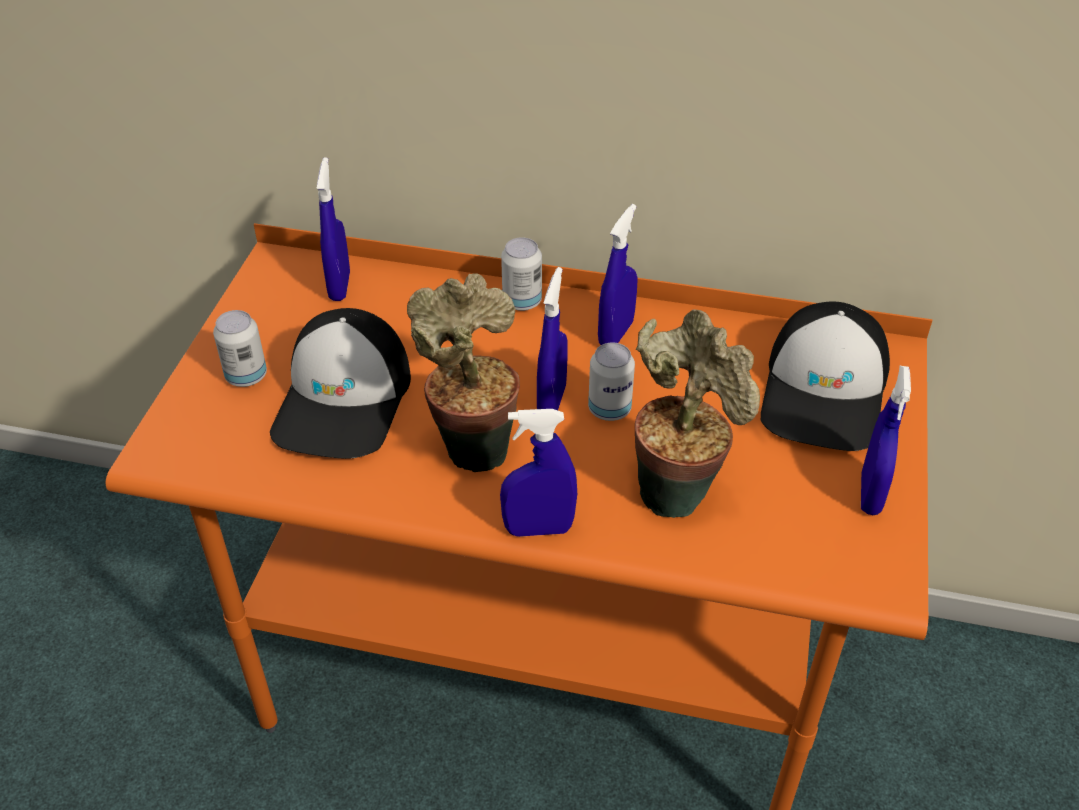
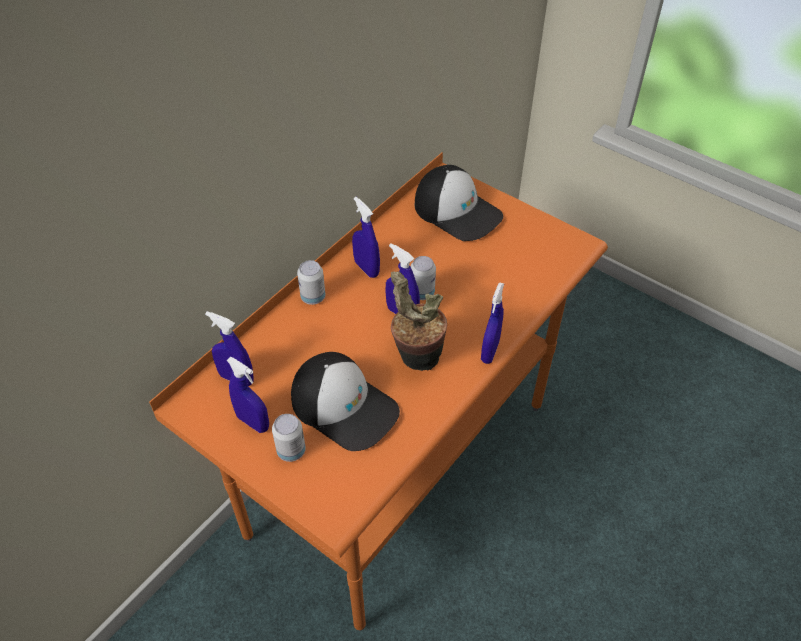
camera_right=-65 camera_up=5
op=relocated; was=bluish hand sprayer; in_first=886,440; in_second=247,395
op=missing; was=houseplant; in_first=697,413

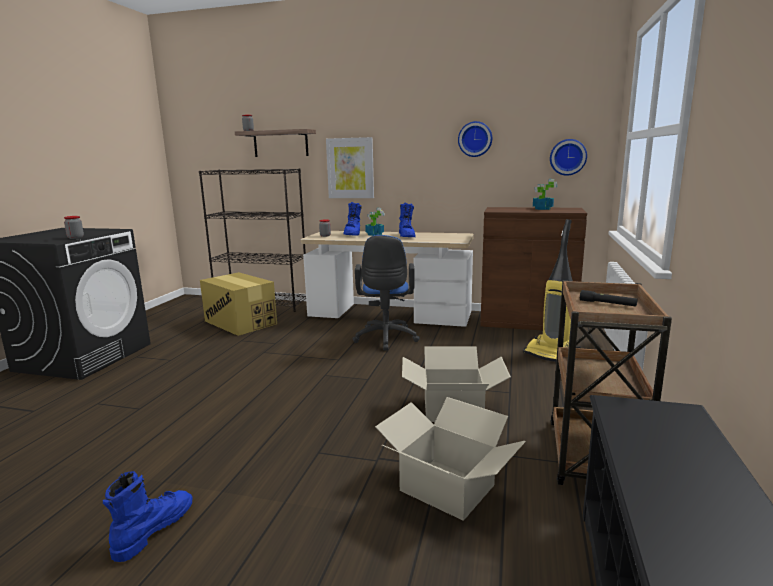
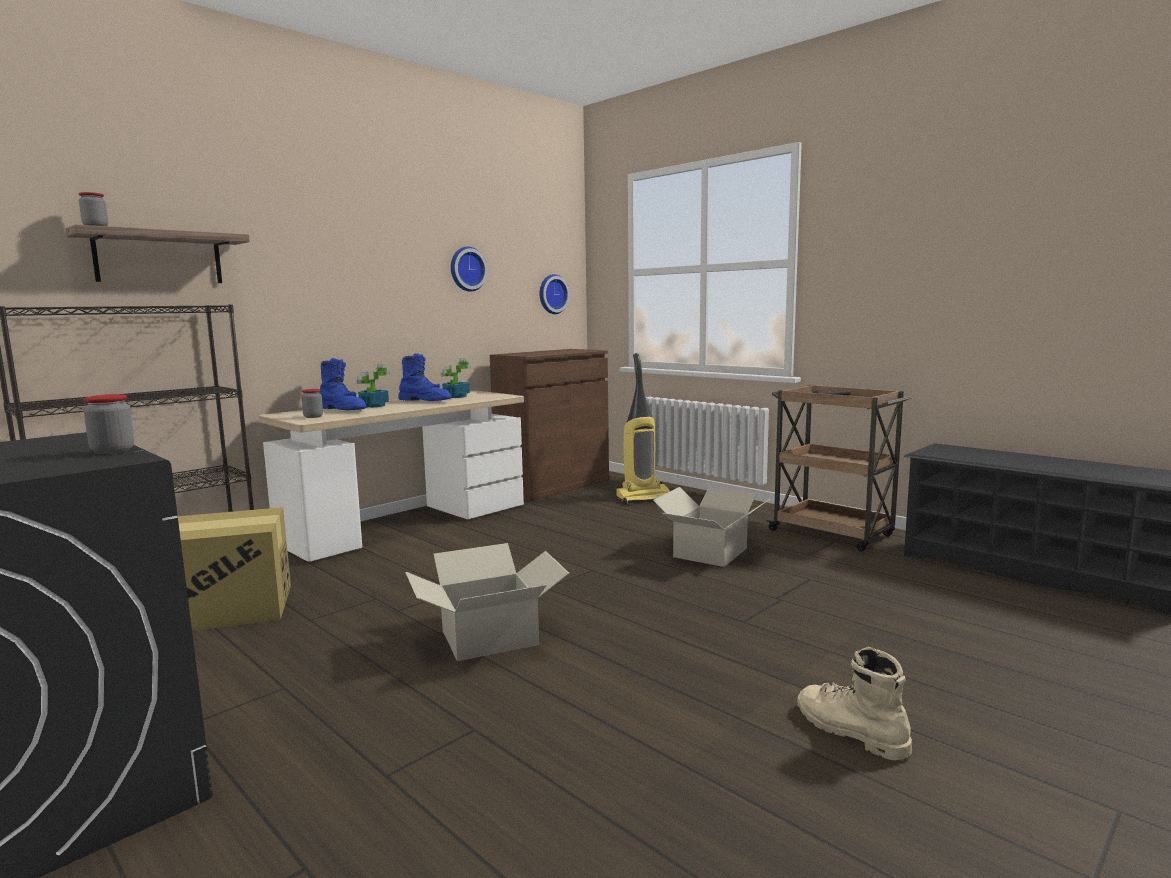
camera_right=-60 camera_up=-5
op=relocated; was=carton; in_first=450,459; in_second=487,602
op=relocated; was=houseplant; in_first=545,194; in_second=456,378
op=colour; was=bluish tall boot; now=beige tall boot; in_first=148,516; in_second=854,703
op=missing; was=wall picture; in_first=350,167
op=missing; was=bluish computer chair; in_first=386,293

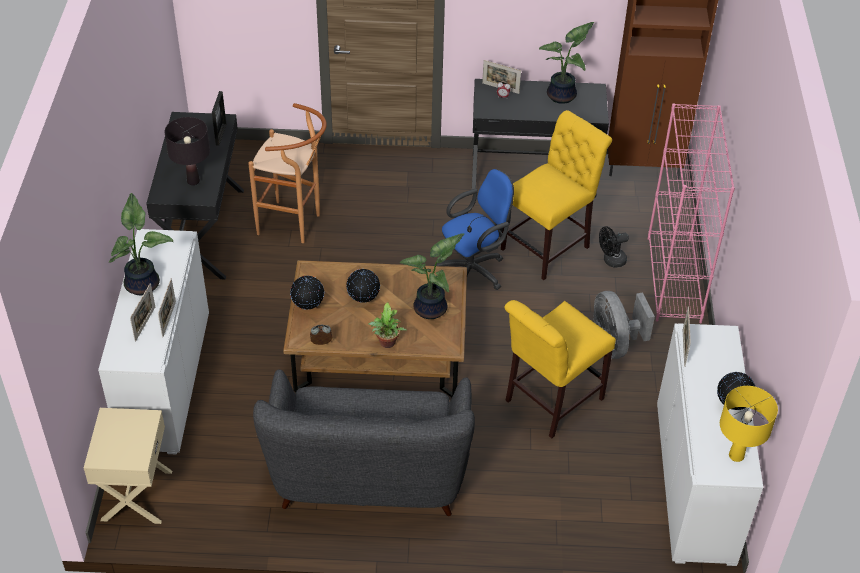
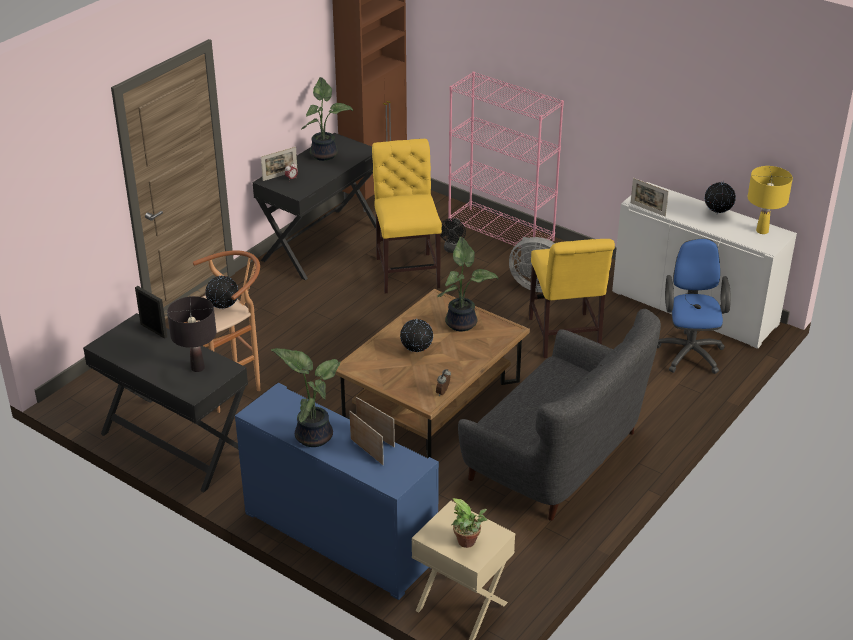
camera_right=-55 camera_up=-10
op=relocated; was=globe; in_first=307,293; in_second=221,292
op=colour; was=white storage cabinet; now=bluish storage cabinet; in_first=153,342; in_second=337,491
op=relocated; was=houseplant; in_first=387,325; in_second=470,523
op=relocated; was=bluish computer chair; in_first=473,229; in_second=694,306

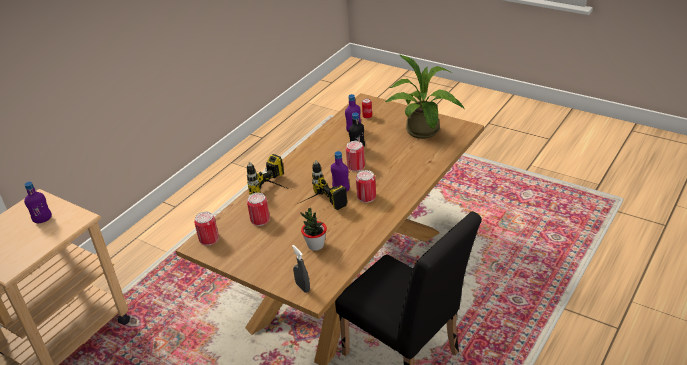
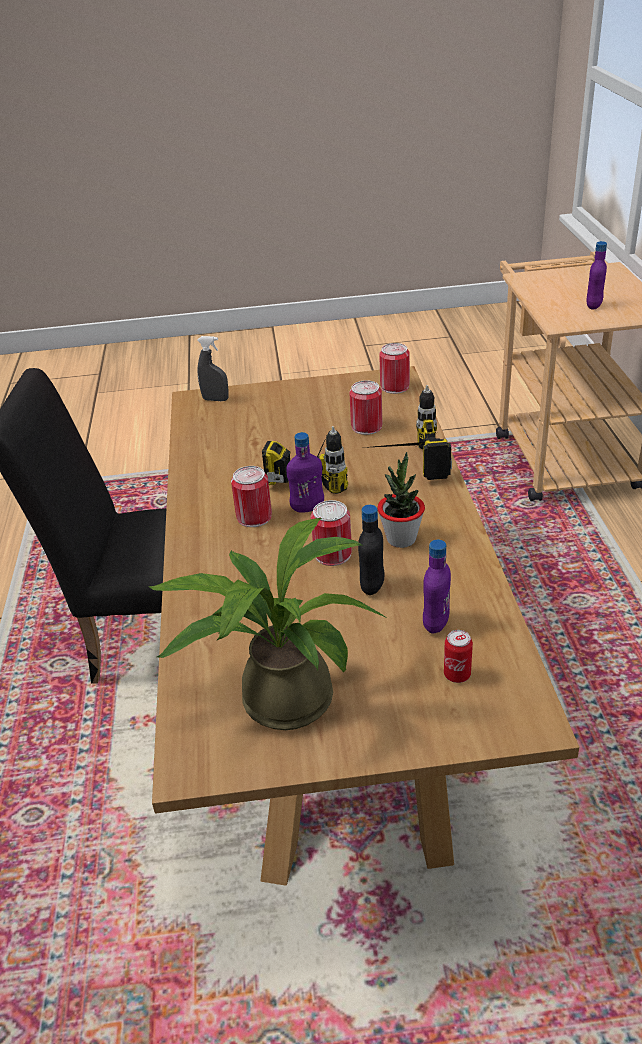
camera_right=140 camera_up=0
op=relocated; was=houseplant; in_first=313,229; in_second=401,500

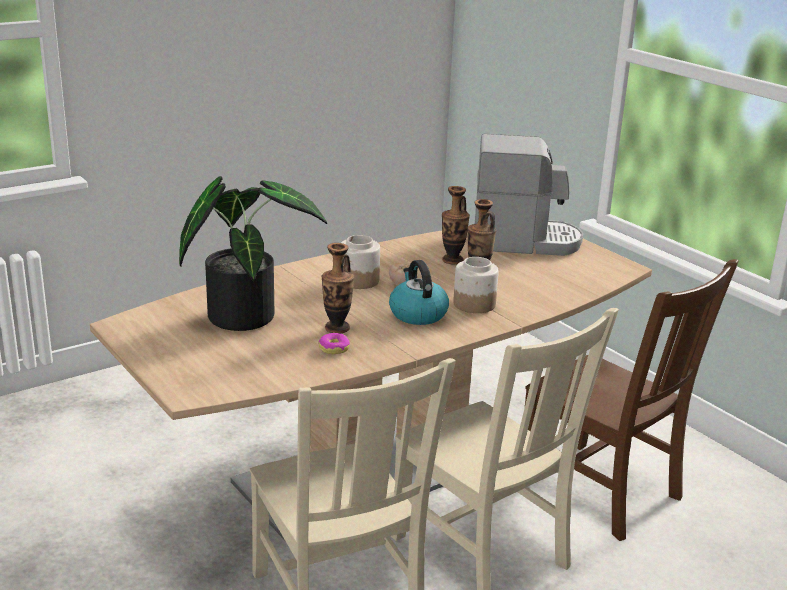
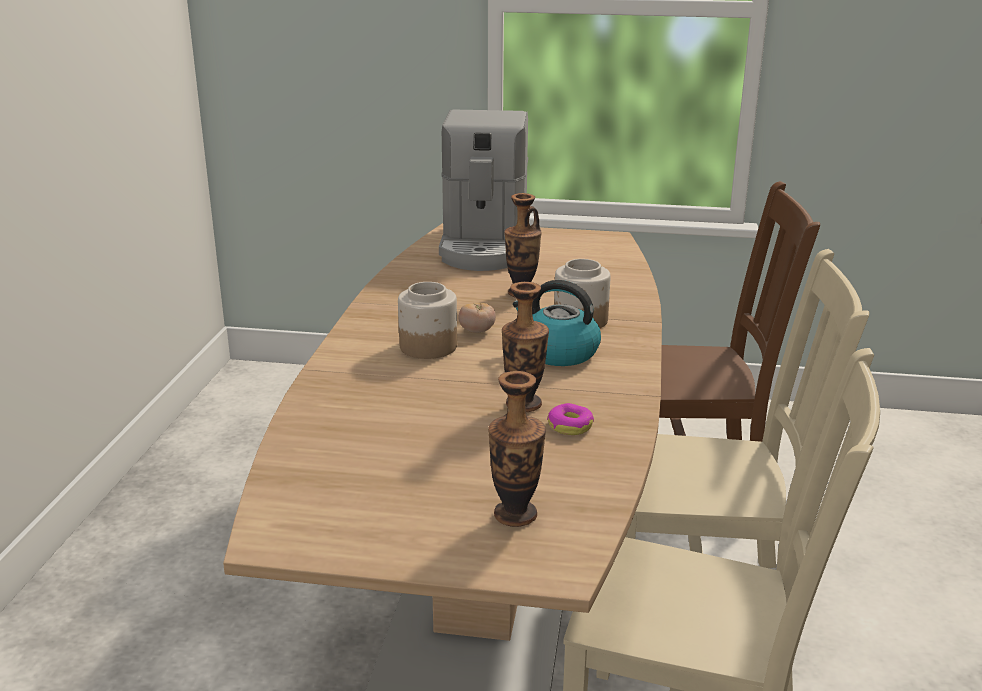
camera_right=-45 camera_up=0
op=spun; was=coffee maker; in_first=529,195; in_second=483,190; clockwise=135
op=relocated; was=flower vase; in_first=456,225; in_second=517,449
op=missing; was=houseplant; in_first=253,253

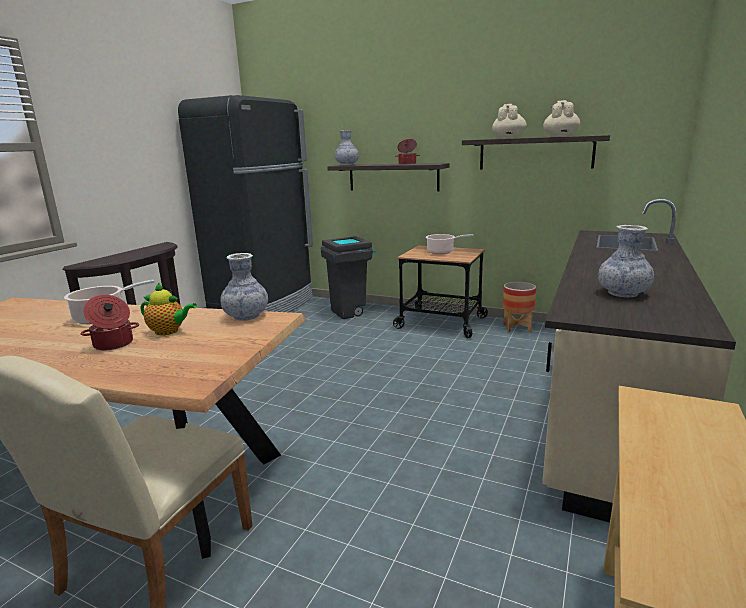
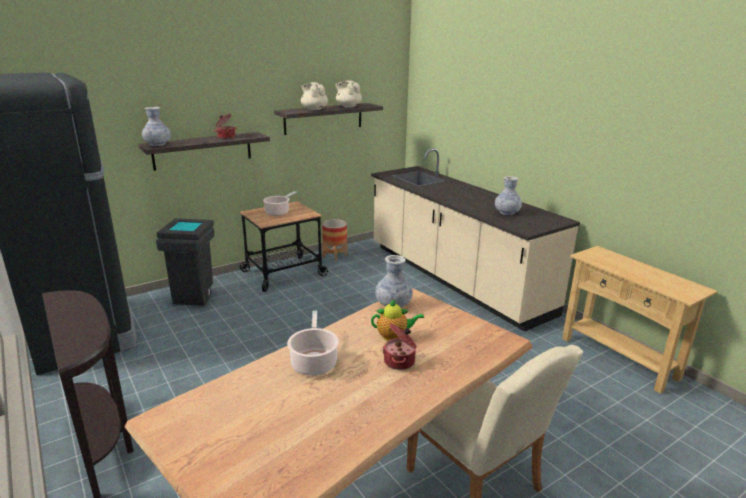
camera_right=-60 camera_up=5
op=spun; was=tea pot; in_first=168,309; in_second=397,320; clockwise=45

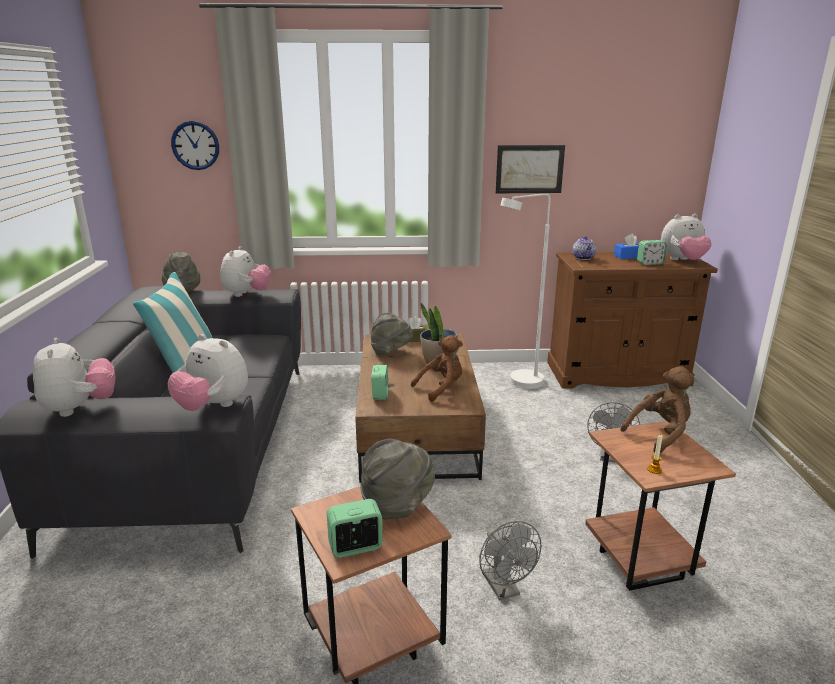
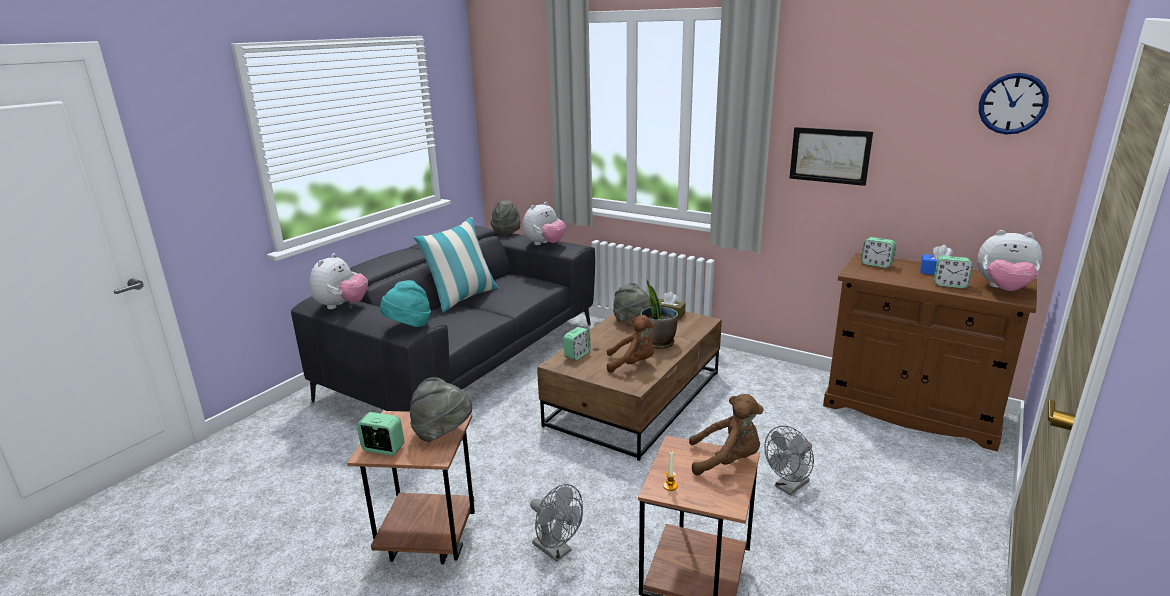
camera_right=35 camera_up=0
op=exchanged; was=cuddly toy; now=turquoise-coloured hat; in_first=208,372; in_second=405,303
op=spun; was=greyish fan; in_first=510,560; in_second=556,523; clockwise=-60
op=exchanged; was=tea pot; now=bedside clock; in_first=584,248; in_second=878,252
op=relocated; was=wall clock; in_first=195,145; in_second=1014,104
op=missing; was=white floor lamp; in_first=525,291

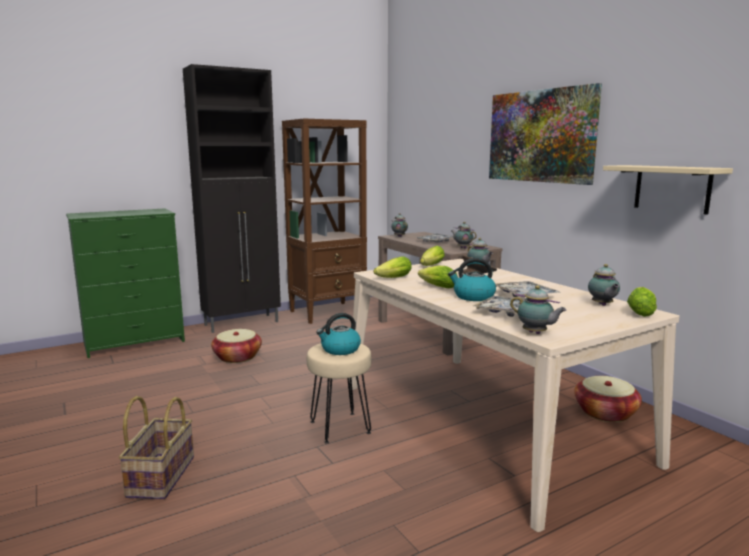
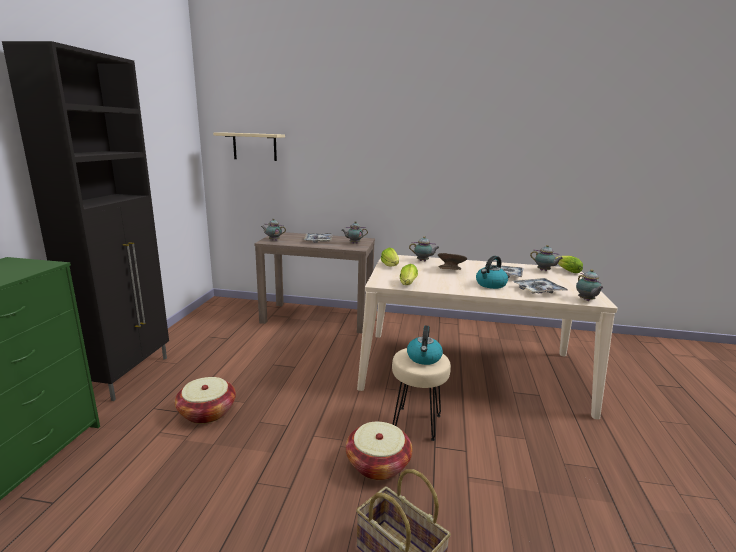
camera_right=-50 camera_up=5
op=relocated; was=beige shelf; in_first=668,190; in_second=249,146
op=relocated; was=storage basket; in_first=608,399; in_second=379,451
op=spun; was=tea pot; in_first=538,309; in_second=590,285; clockwise=90
op=missing; was=brownish bookshelf; in_first=324,221
op=missing; was=lettuce head; in_first=438,277
op=missing; was=wall picture; in_first=545,134

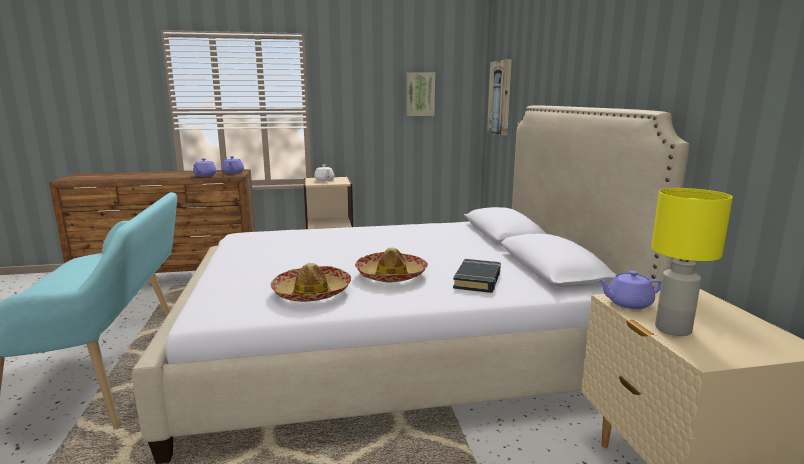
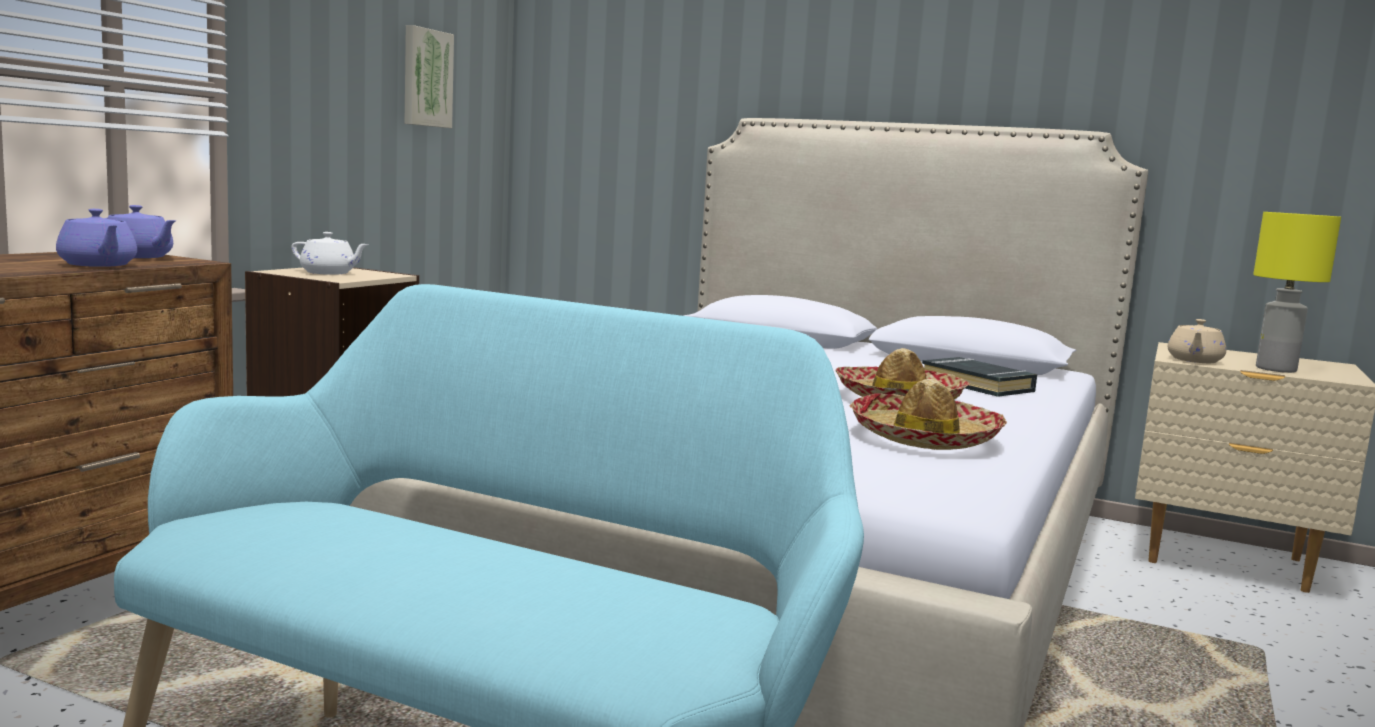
camera_right=-55 camera_up=-5
op=colour; was=purplish tea pot; now=beige tea pot; in_first=630,290; in_second=1197,341
op=missing; was=wall picture; in_first=499,97

